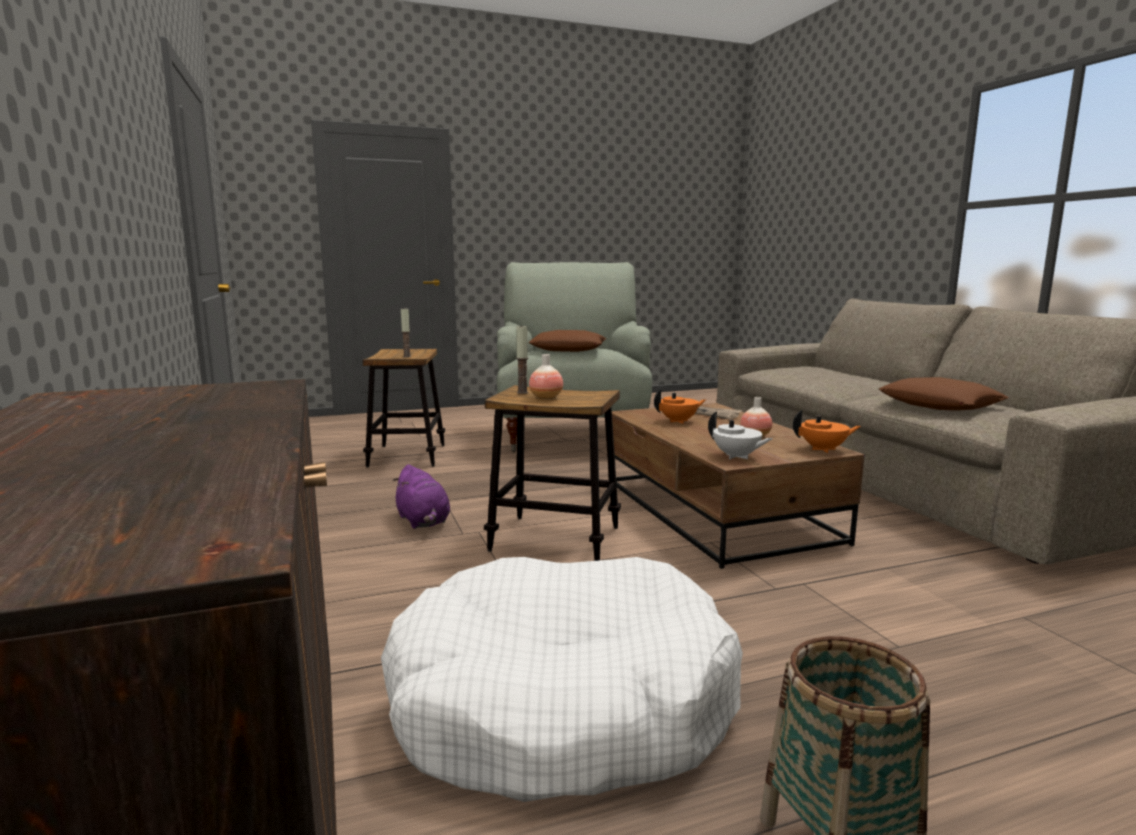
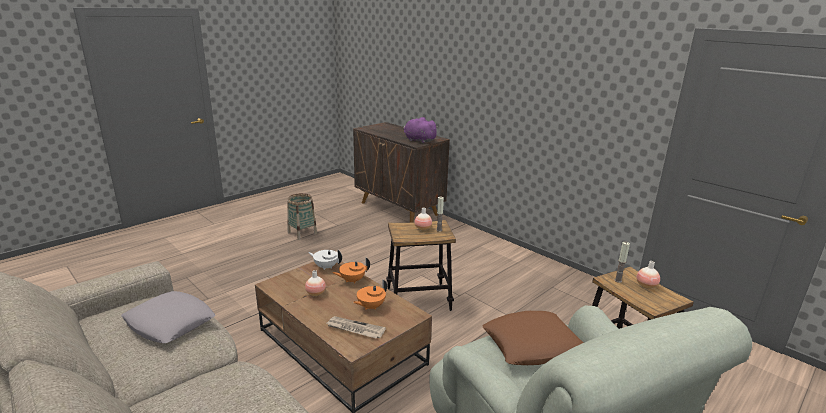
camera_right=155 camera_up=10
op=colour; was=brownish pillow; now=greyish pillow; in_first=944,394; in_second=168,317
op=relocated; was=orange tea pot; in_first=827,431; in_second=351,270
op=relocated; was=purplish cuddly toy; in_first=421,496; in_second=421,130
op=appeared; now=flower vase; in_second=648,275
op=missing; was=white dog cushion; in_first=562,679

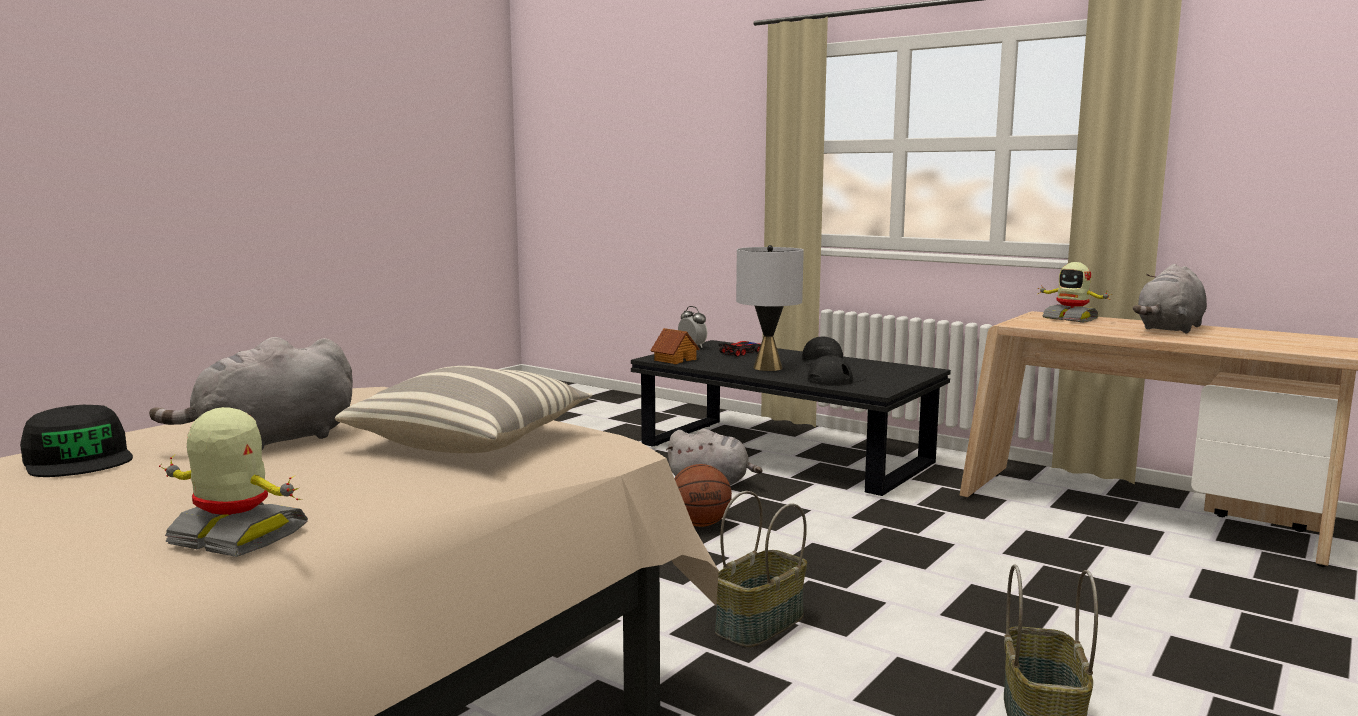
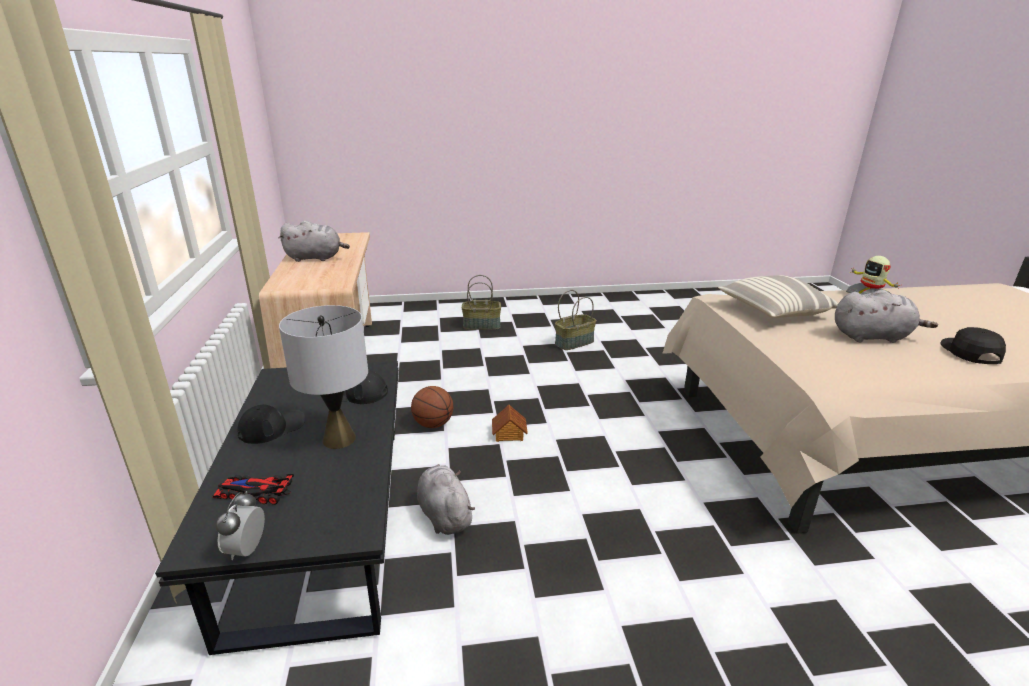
camera_right=-135 camera_up=15
op=relocated; was=ball for basketball; in_first=703,495; in_second=432,407
op=relocated; was=storage basket; in_first=761,569; in_second=481,302
op=relocated; was=miniature house; in_first=674,346; in_second=510,423
op=missing; was=model robot; in_first=1074,292

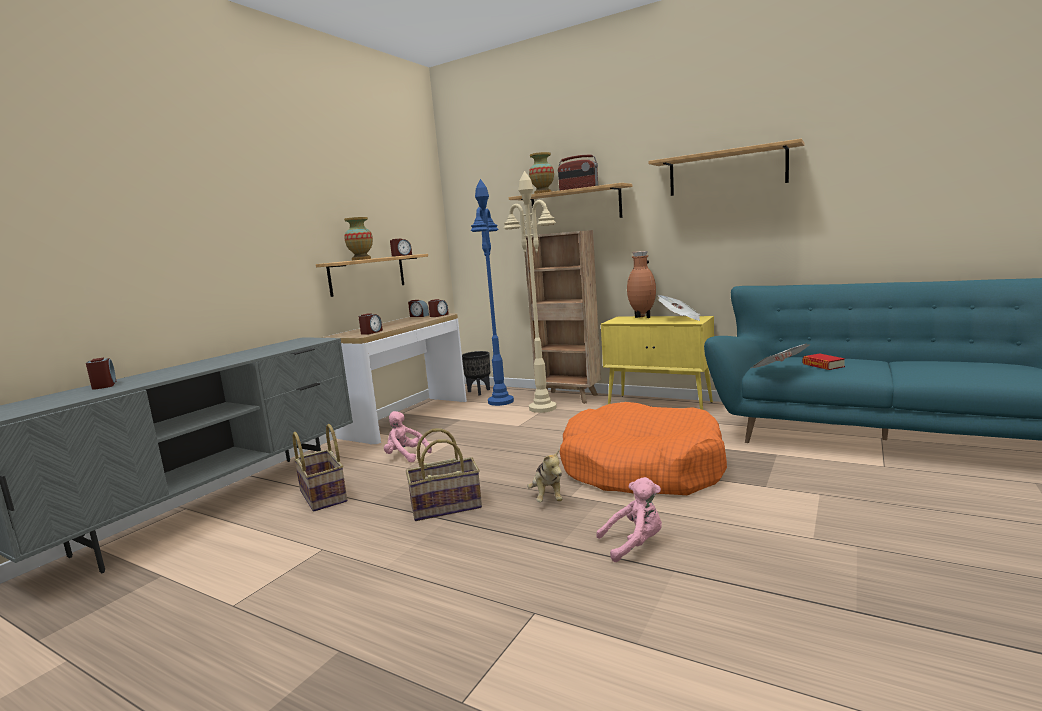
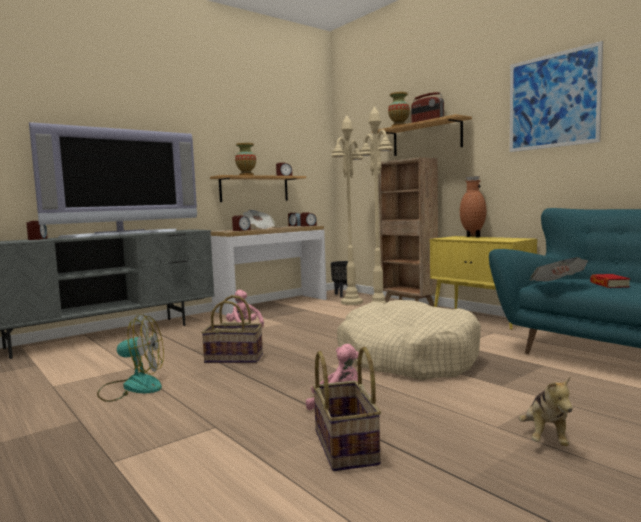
camera_right=20 camera_up=-5
op=appeared; now=TV set; in_second=113,180
op=appeared; now=fan; in_second=130,358
op=relocated; was=newspaper; in_first=679,308; in_second=259,219
op=relocated; was=storage basket; in_first=320,468; in_second=347,409
op=colour; was=bluish floor lamp; now=beige floor lamp; in_first=492,292; in_second=347,210
op=colour; was=orange dog cushion; now=beige dog cushion; in_first=643,448; in_second=409,340
op=exchanged; was=shelf; now=wall picture; in_first=726,167; in_second=556,96
op=relocated; was=cuddly toy; in_first=545,476; in_second=546,411

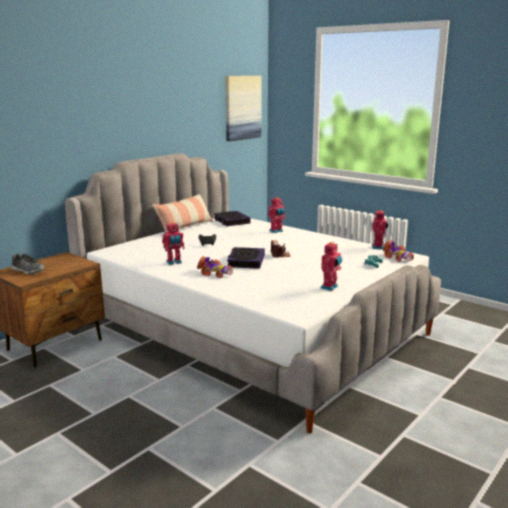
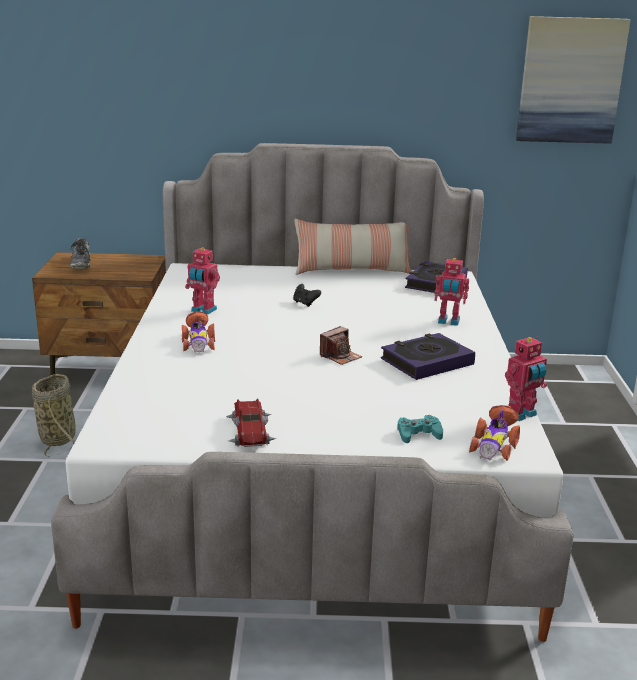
camera_right=50 camera_up=5
op=appeared; now=storage basket; in_second=54,415
op=exchanged; was=model robot; now=toy car; in_first=331,266; in_second=251,422
op=relocated; was=volume; in_first=246,258; in_second=428,356

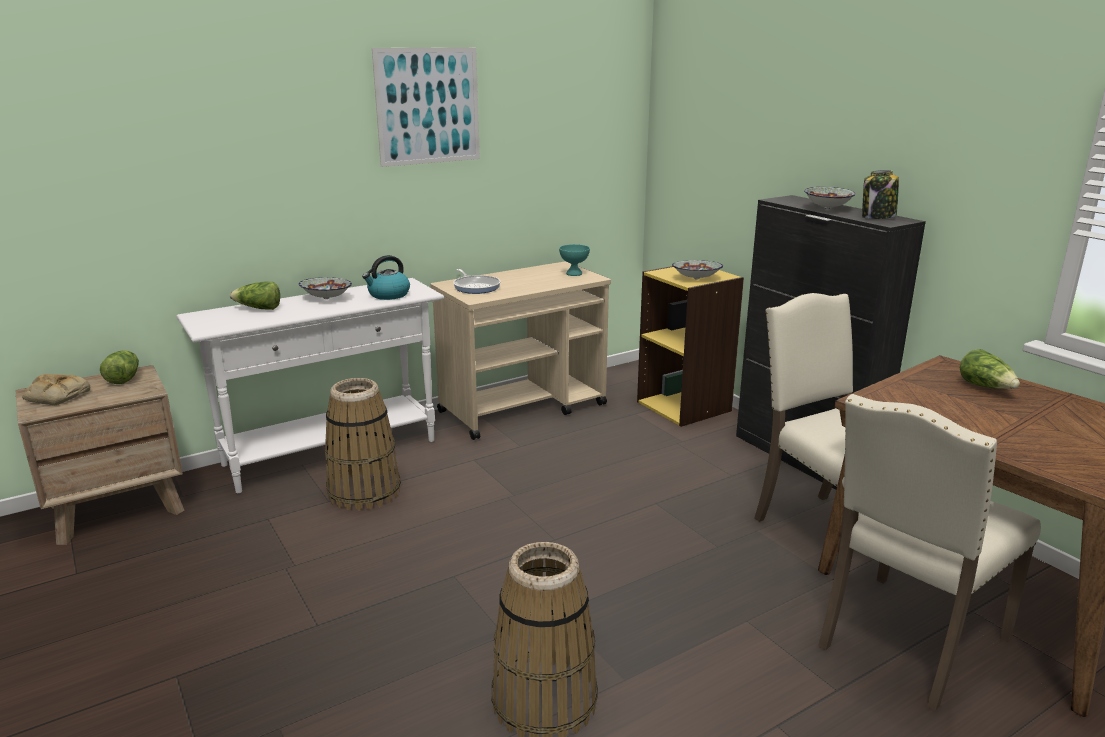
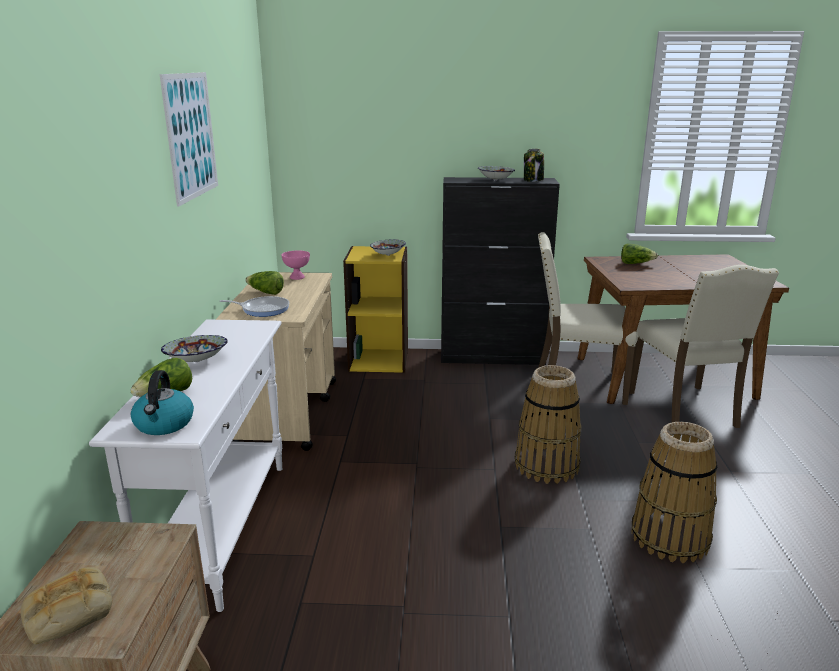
camera_right=-55 camera_up=0
op=relocated; was=kettle; in_first=386,277; in_second=162,402
op=relocated; was=lettuce head; in_first=119,367; in_second=264,283
op=colour; was=turquoise-coloured serving bowl; now=pinkish serving bowl; in_first=574,260; in_second=295,265
op=relocated; was=storage basket; in_first=362,444; in_second=548,424

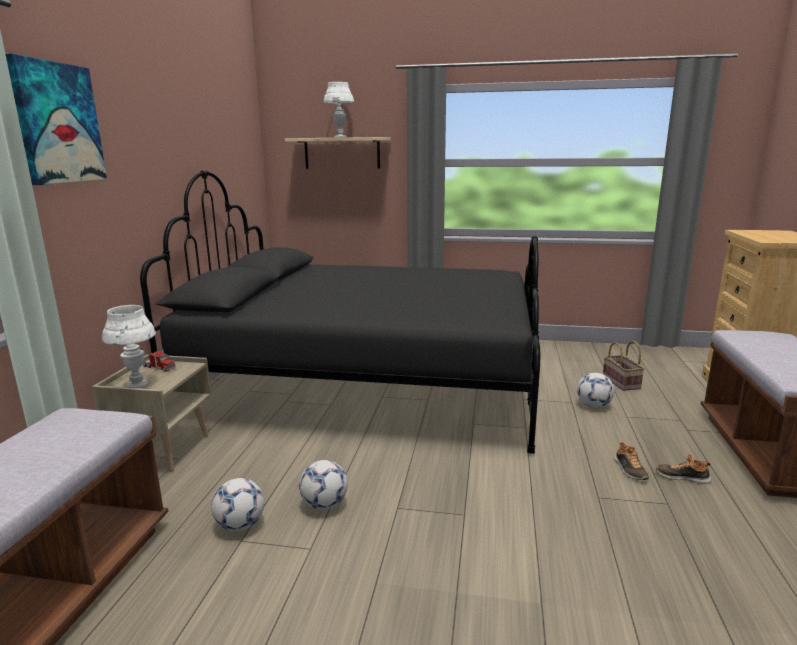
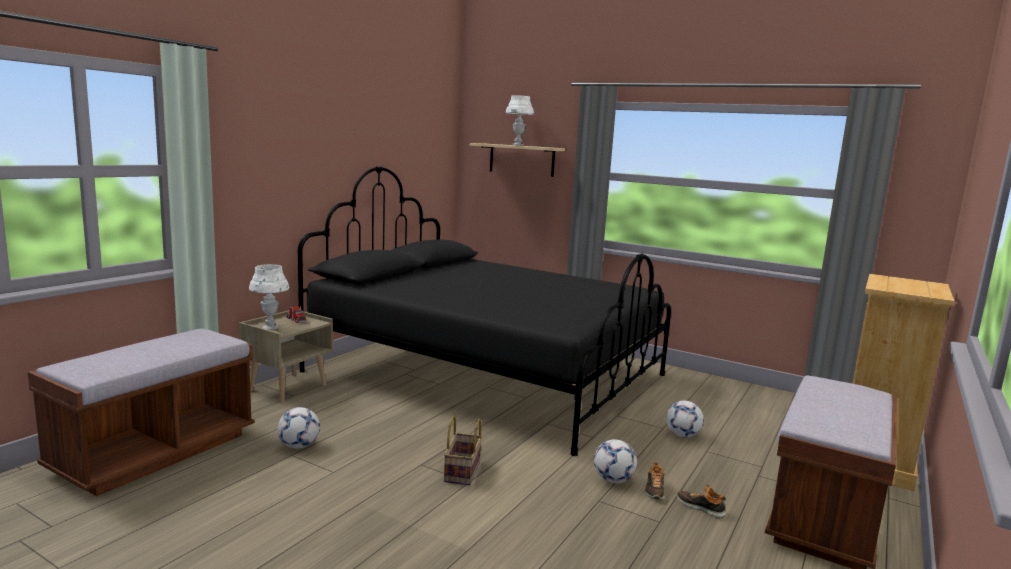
camera_right=20 camera_up=-5
op=relocated; was=storage basket; in_first=624,366; in_second=463,450
op=relocated; was=football ball; in_first=323,485; in_second=615,461
op=missing; was=wall picture; in_first=56,119

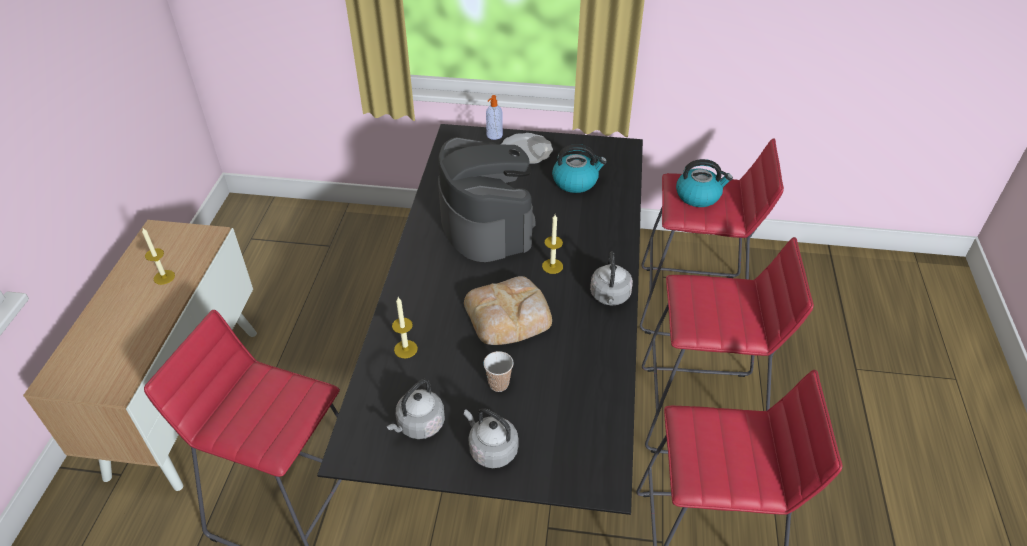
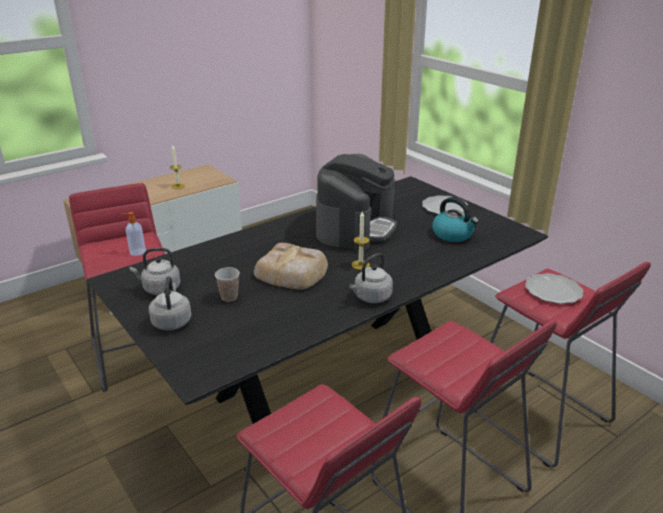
camera_right=45 camera_up=-15
op=relocated; was=liquid soap bottle; in_first=494,117; in_second=133,234
op=exchanged; was=kettle; now=dinner plate; in_first=704,183; in_second=554,288
op=missing; was=candle; in_first=405,327

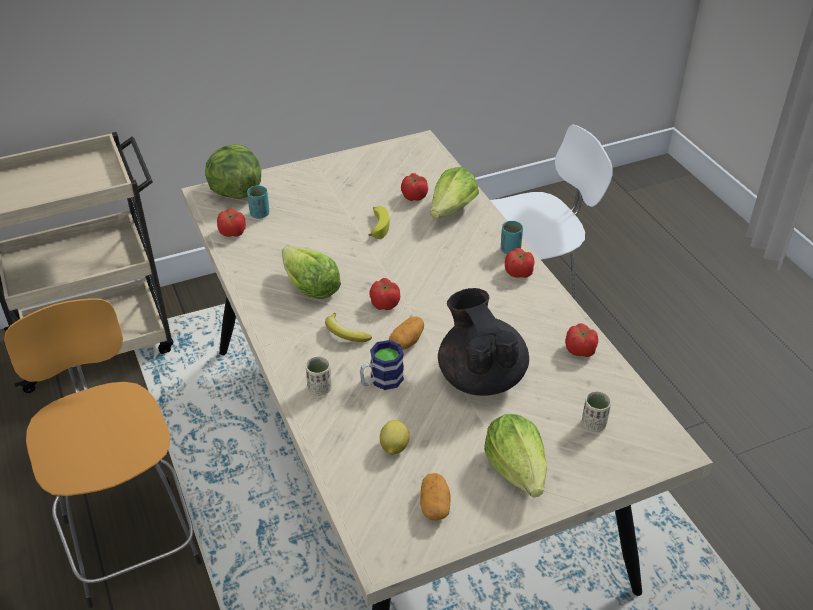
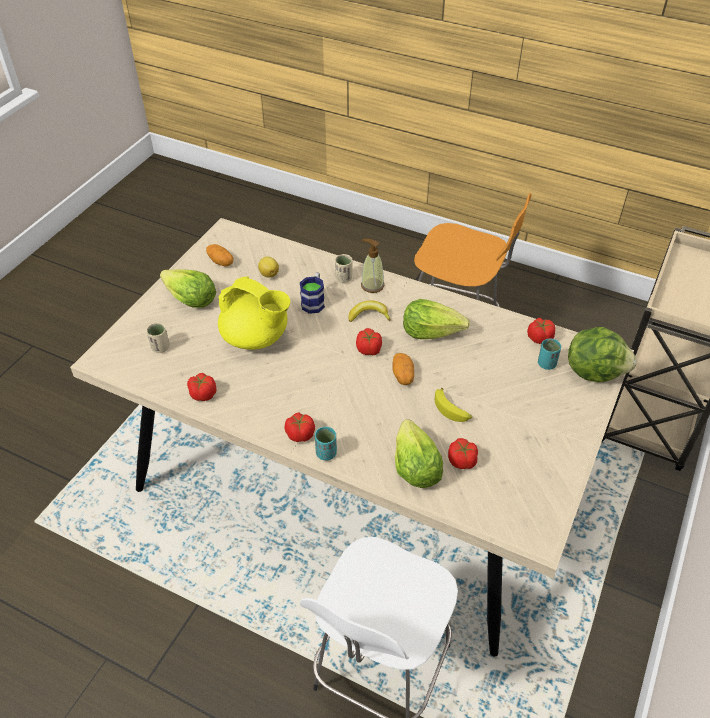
camera_right=140 camera_up=5
op=colour; was=black-coloured tea pot; now=yellowish tea pot; in_first=483,342; in_second=254,313
op=appeared; now=liquid soap bottle; in_second=372,266
op=relocated; was=spud; in_first=406,333; in_second=403,369

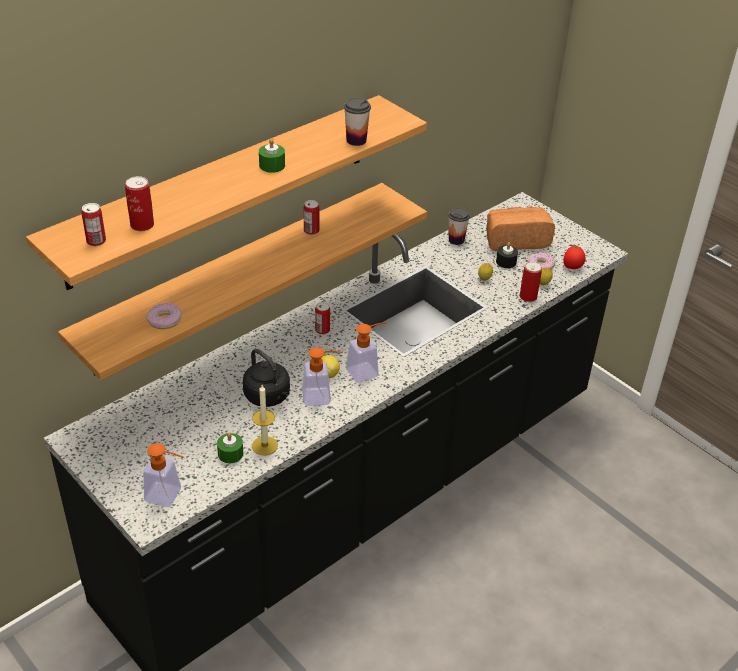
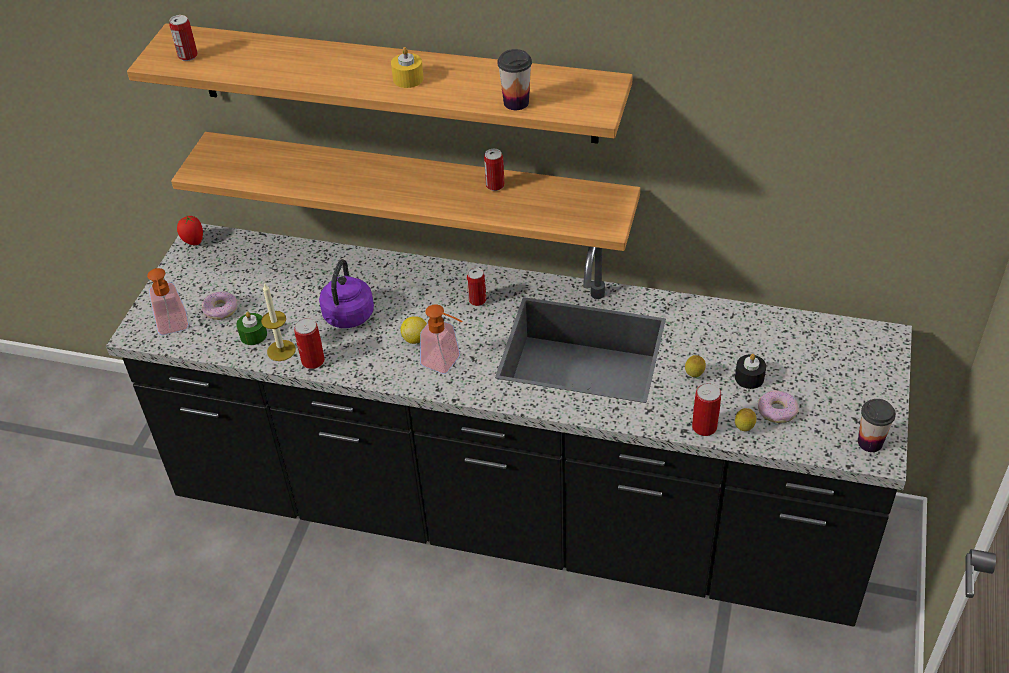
camera_right=60 camera_up=5
op=relocated; was=whole tomato; in_first=574,257; in_second=190,230
op=relocated; was=donut; in_first=164,316; in_second=220,305
op=relocated; was=sealed can; in_first=139,203; in_second=309,343
op=colour; was=black-coloured kettle; now=purplish kettle; in_first=266,378; in_second=346,293
op=colour; was=greenish candle; now=yellowish candle; in_first=272,155; in_second=407,67
op=relocated; was=drinking cup; in_first=459,226; in_second=877,425
op=missing; was=liquid soap bottle; in_first=322,376
op=missing; was=bread; in_first=520,229

